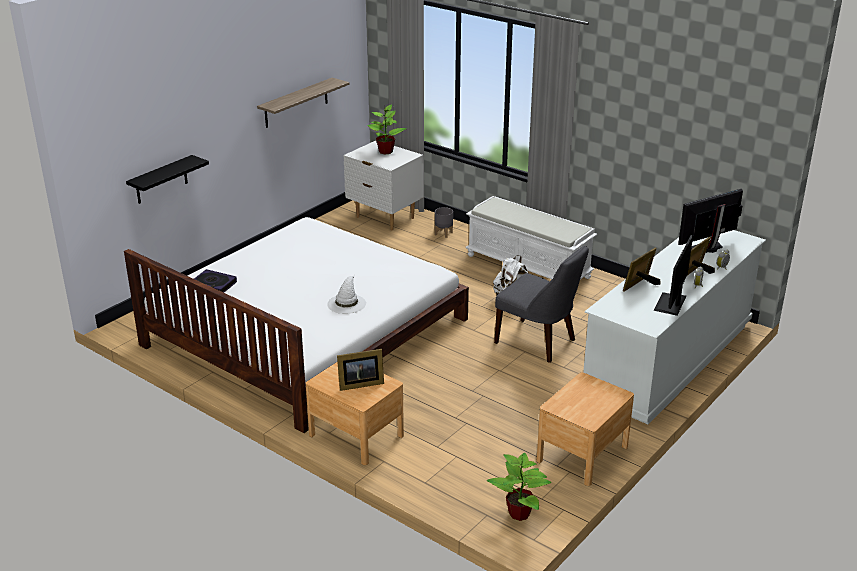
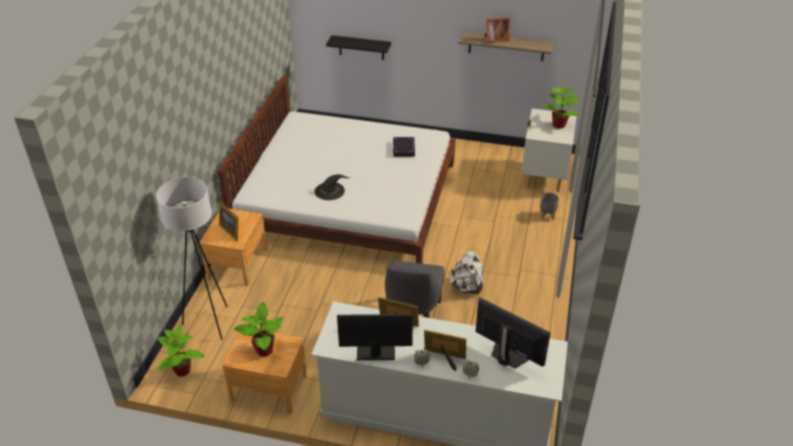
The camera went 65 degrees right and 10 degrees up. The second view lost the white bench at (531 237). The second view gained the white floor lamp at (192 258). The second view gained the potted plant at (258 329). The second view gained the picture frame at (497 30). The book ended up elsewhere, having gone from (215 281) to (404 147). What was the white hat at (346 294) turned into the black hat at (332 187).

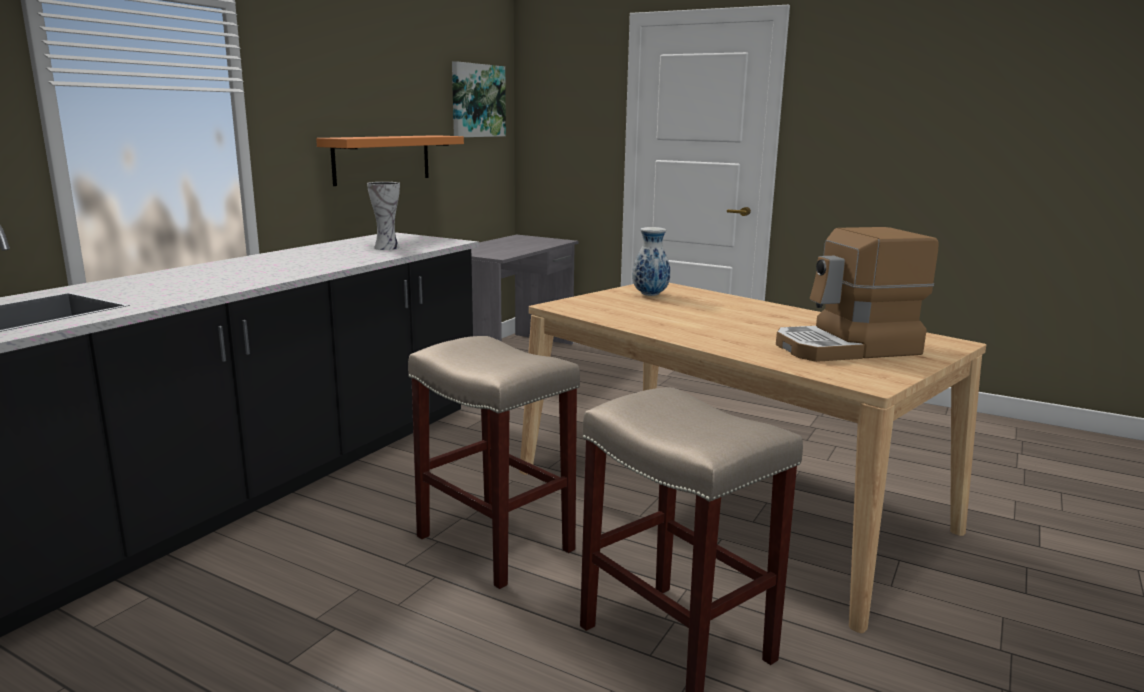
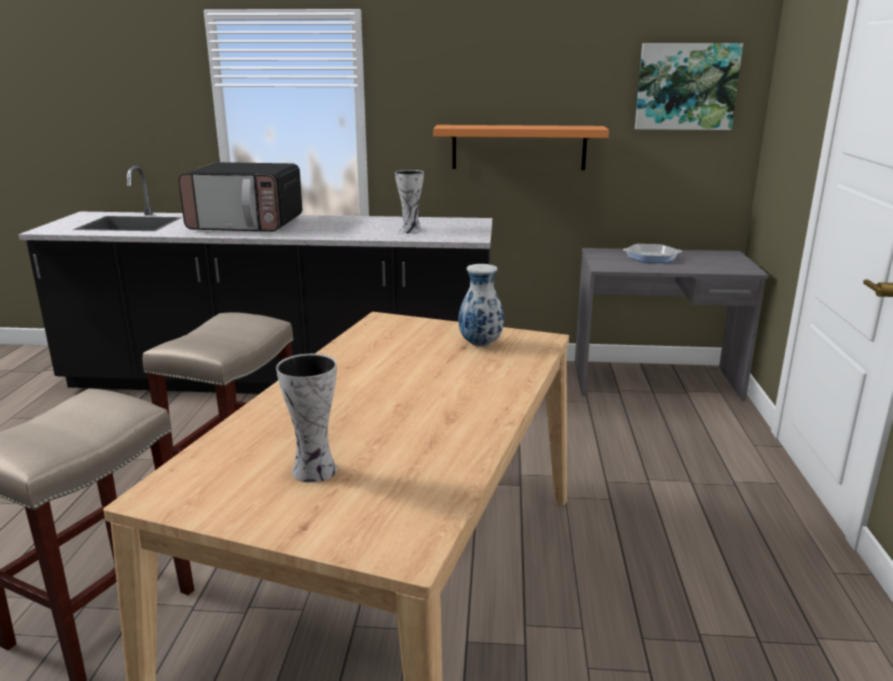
The camera went 65 degrees right and 5 degrees up. The second view gained the microwave at (240 197). The second view gained the frying pan at (652 253). Where the coffee machine stood at (857 294), the vase came to stand at (306 418).

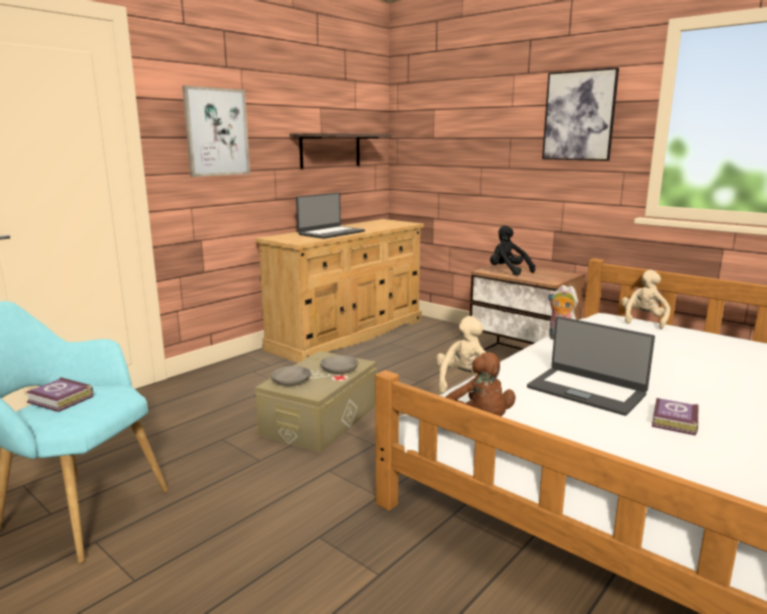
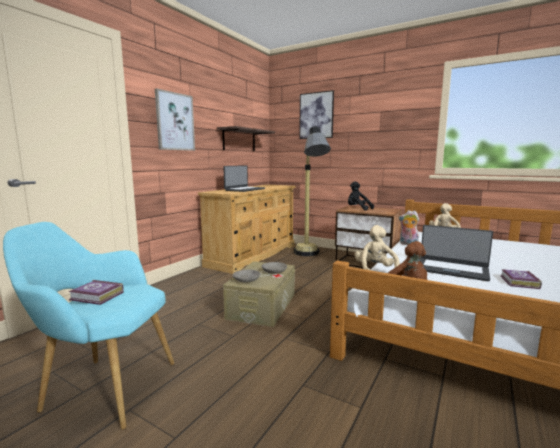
The camera went 10 degrees left and 5 degrees down. The second view gained the floor lamp at (312 191). The picture ended up elsewhere, having gone from (580 114) to (316 114).

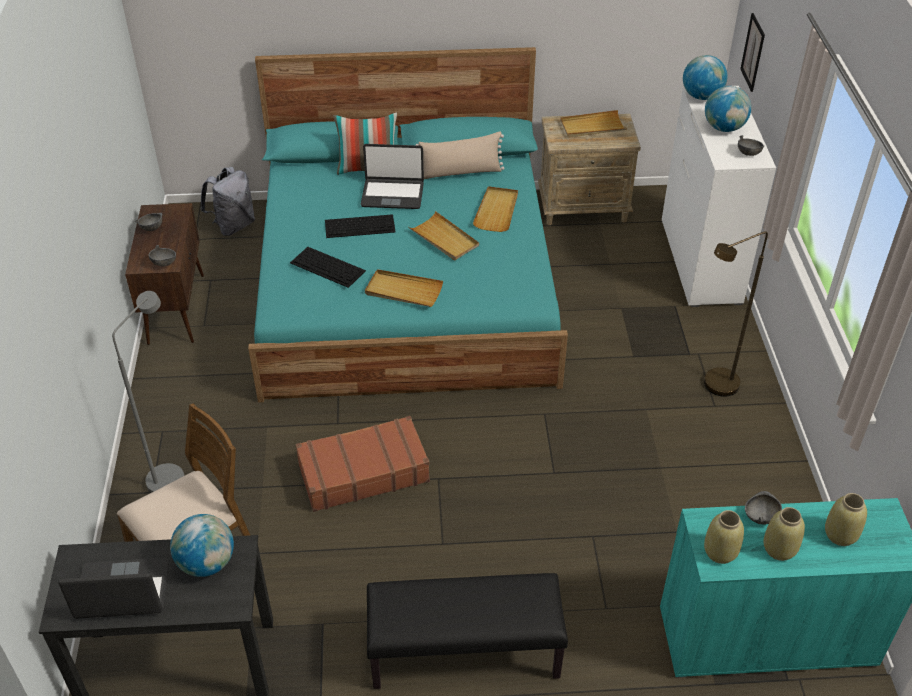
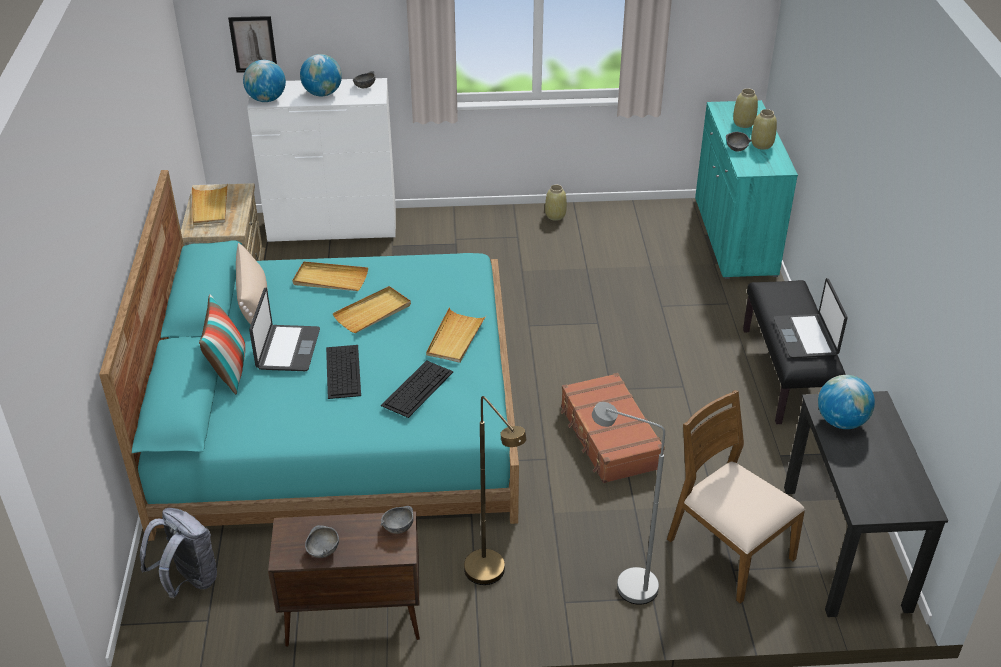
The camera went 90 degrees left and 5 degrees down. The laptop ended up elsewhere, having gone from (113 588) to (811 318). The brown floor lamp ended up elsewhere, having gone from (736 314) to (495 490). The beige vase ended up elsewhere, having gone from (724 537) to (556 203).

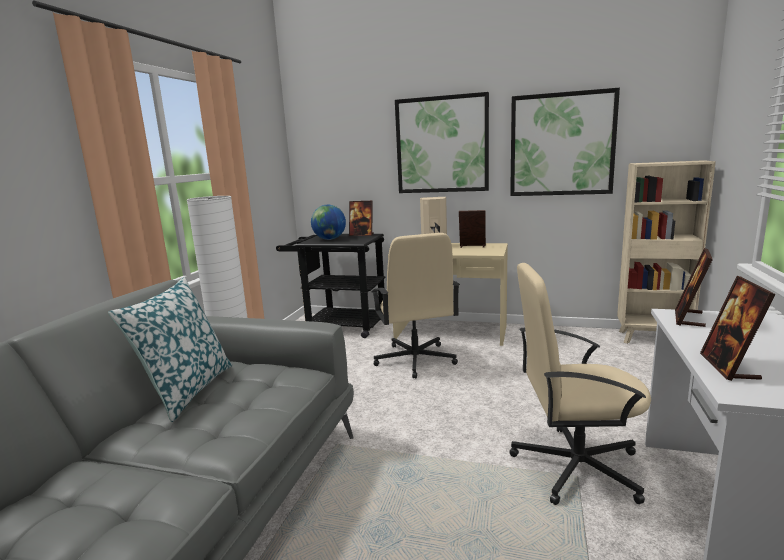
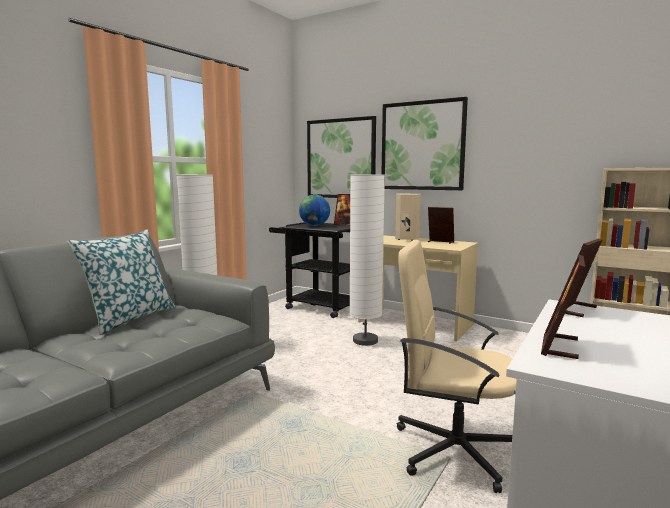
The camera went 15 degrees right and 5 degrees down. The picture ended up elsewhere, having gone from (565 142) to (341 157). Where the beige office chair stood at (416 306), the white floor lamp came to stand at (367 260).

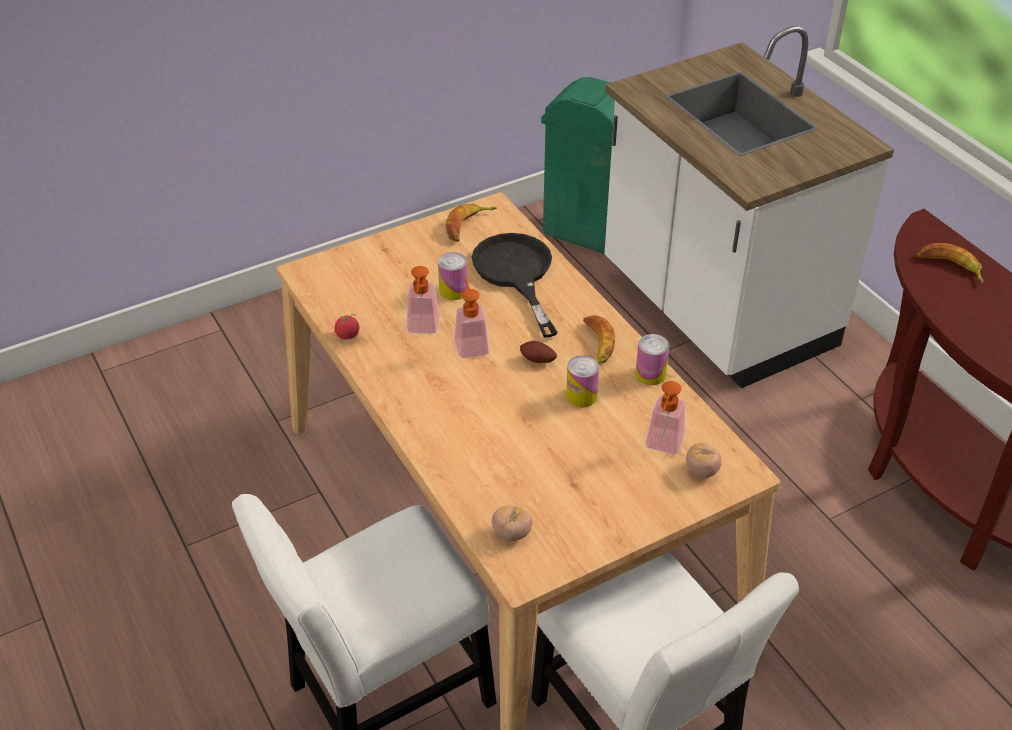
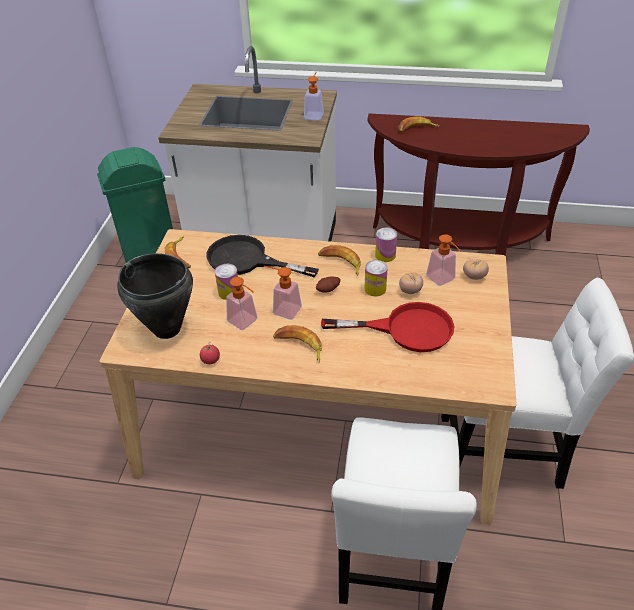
The camera went 50 degrees left and 0 degrees up. The second view gained the black cooking pot at (155 296). The second view gained the banana at (297 343). The second view gained the soap dispenser at (314 96). The second view gained the red frying pan at (387 327). The tomato ended up elsewhere, having gone from (512 523) to (411 283).

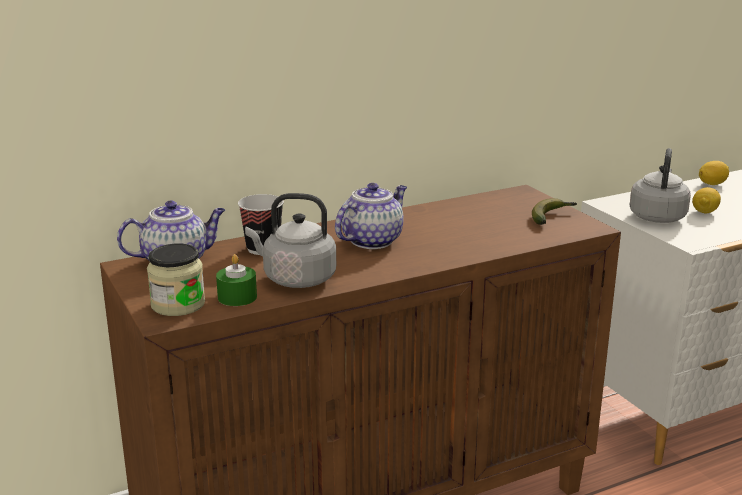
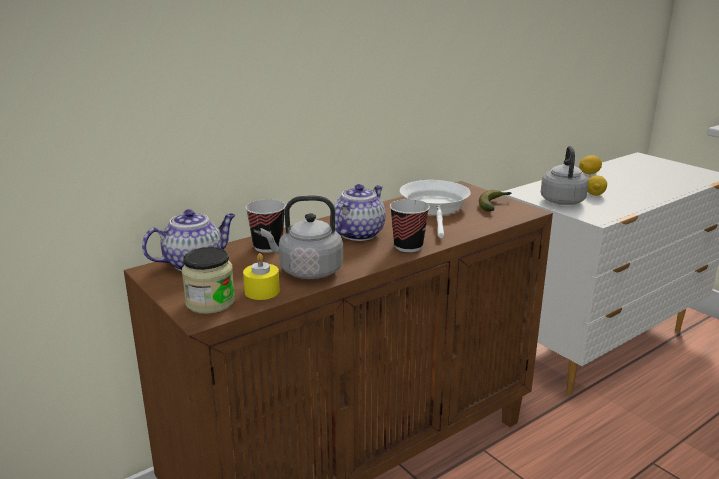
The camera went 10 degrees left and 0 degrees up. The second view gained the cup at (410 225). The second view gained the white frying pan at (435 209). What was the green candle at (236 280) turned into the yellow candle at (261 276).

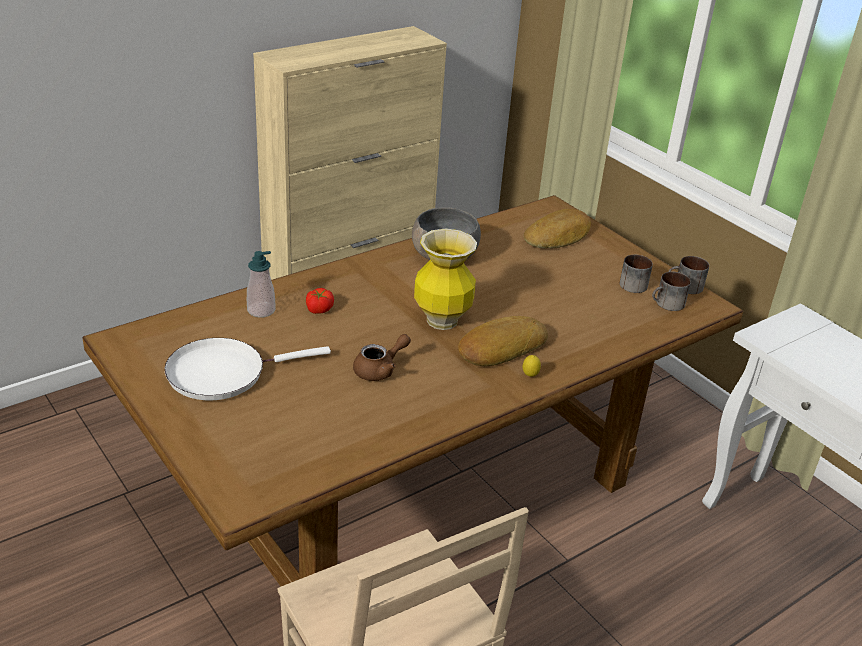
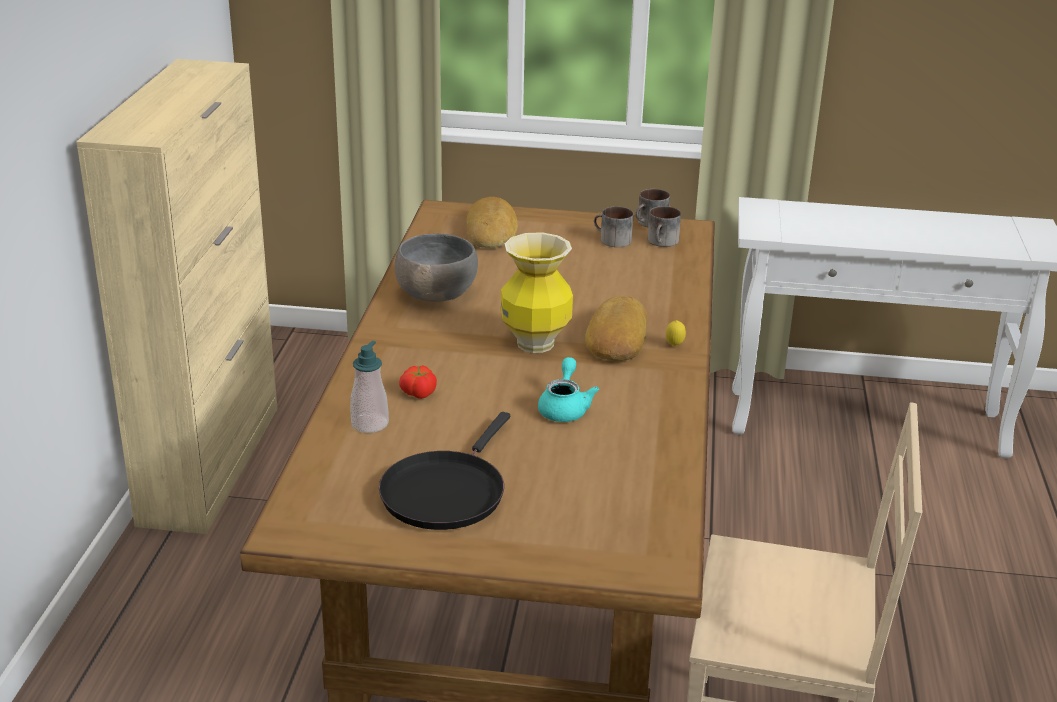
The camera went 45 degrees left and 5 degrees down. What was the white frying pan at (248 369) turned into the black frying pan at (444 471). What was the brown teapot at (382 357) turned into the turquoise teapot at (568 389).

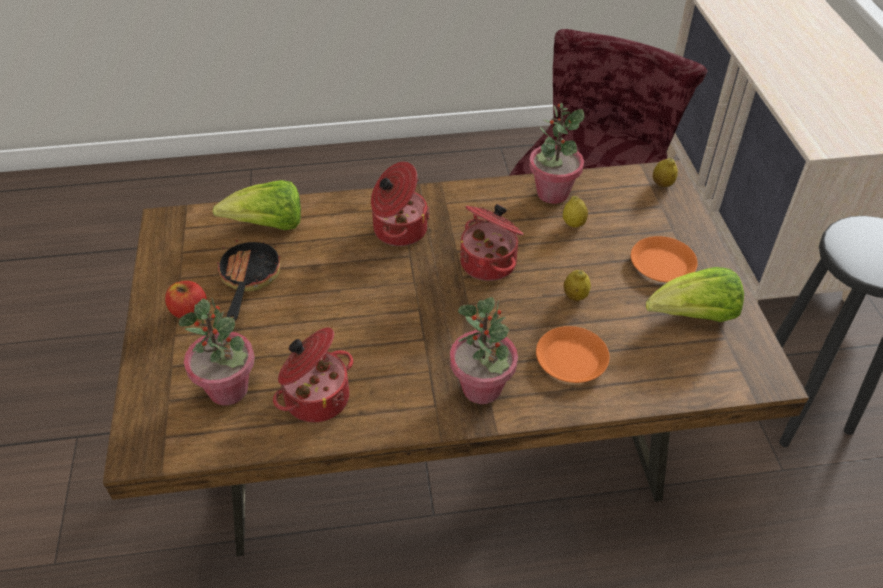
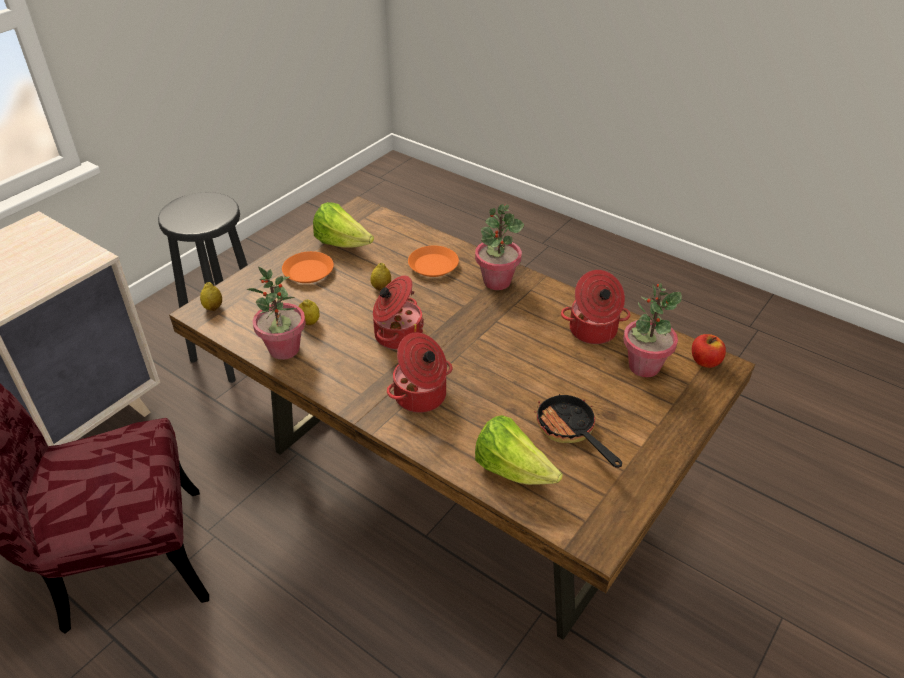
The camera went 135 degrees left and 5 degrees down. The apple ended up elsewhere, having gone from (186 299) to (709 351). The frying pan at (249 280) ended up facing another way, 105 degrees clockwise from before.

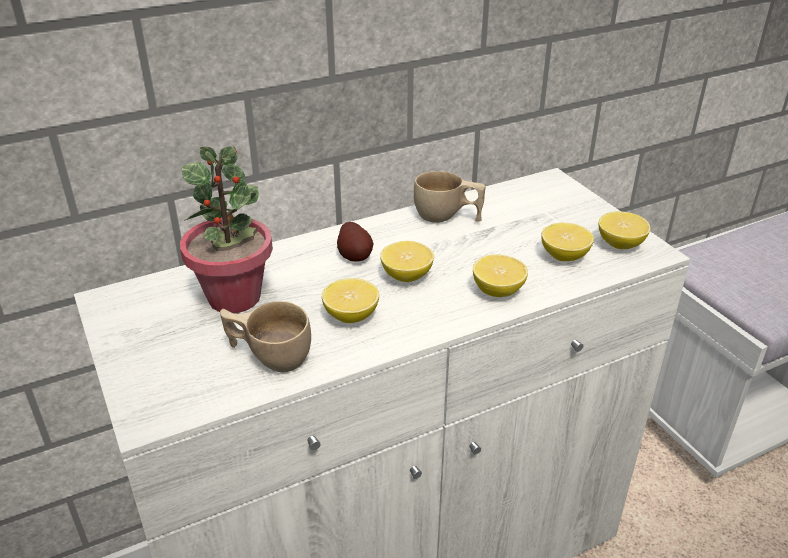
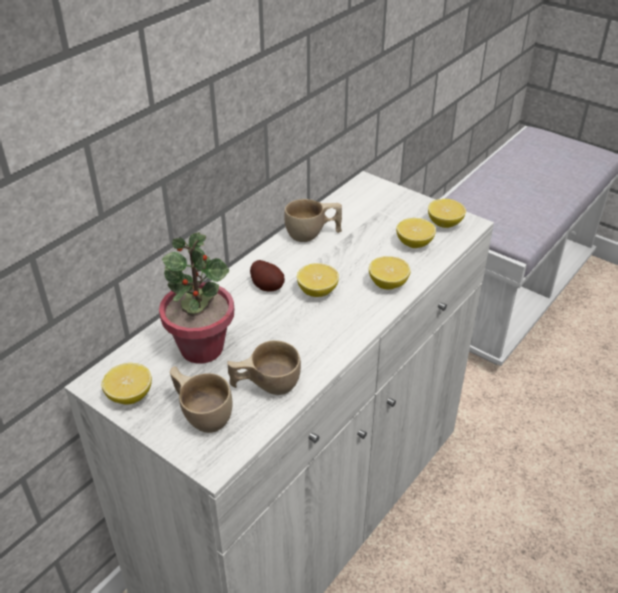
The camera went 25 degrees left and 5 degrees up. The second view gained the beige cup at (201 399). The lemon ended up elsewhere, having gone from (350 300) to (126 384).

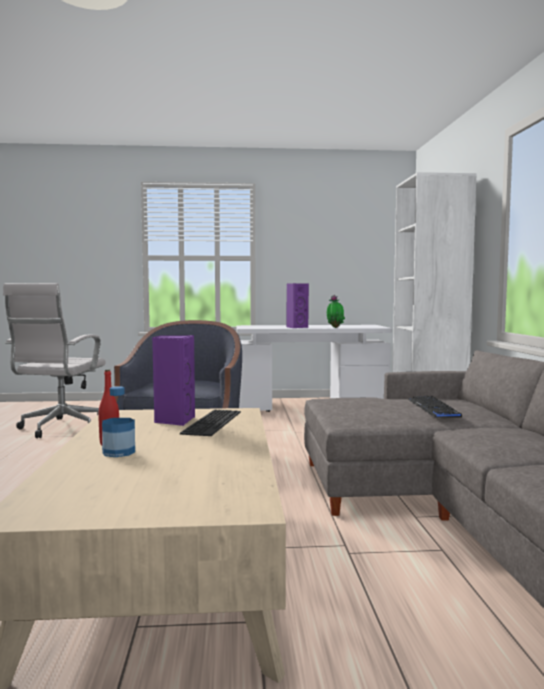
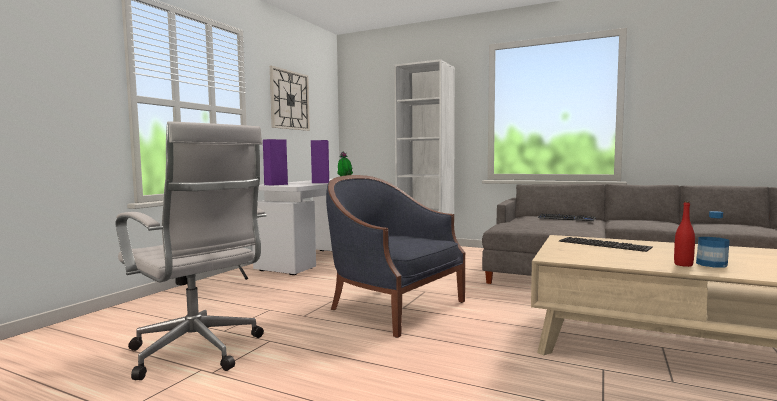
The camera went 60 degrees left and 0 degrees up. The second view gained the wall clock at (290 98). The purple speaker ended up elsewhere, having gone from (173 380) to (275 162).

